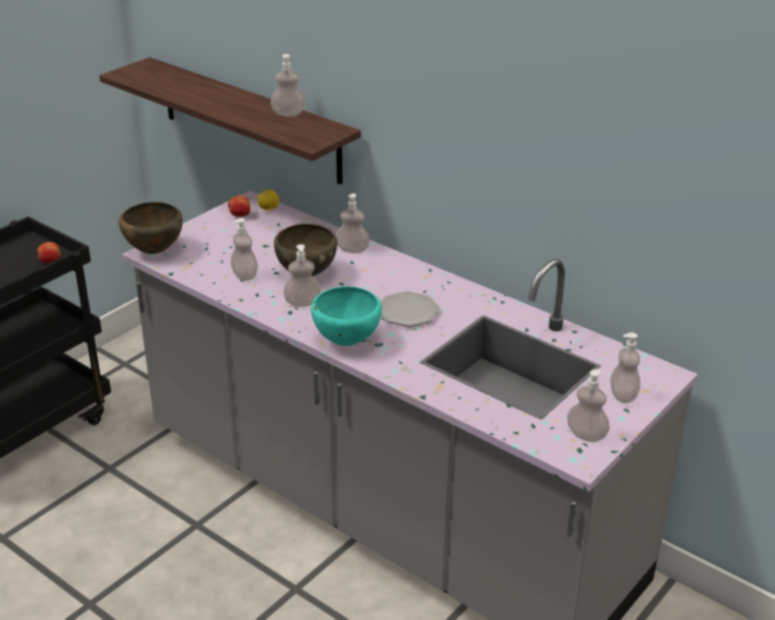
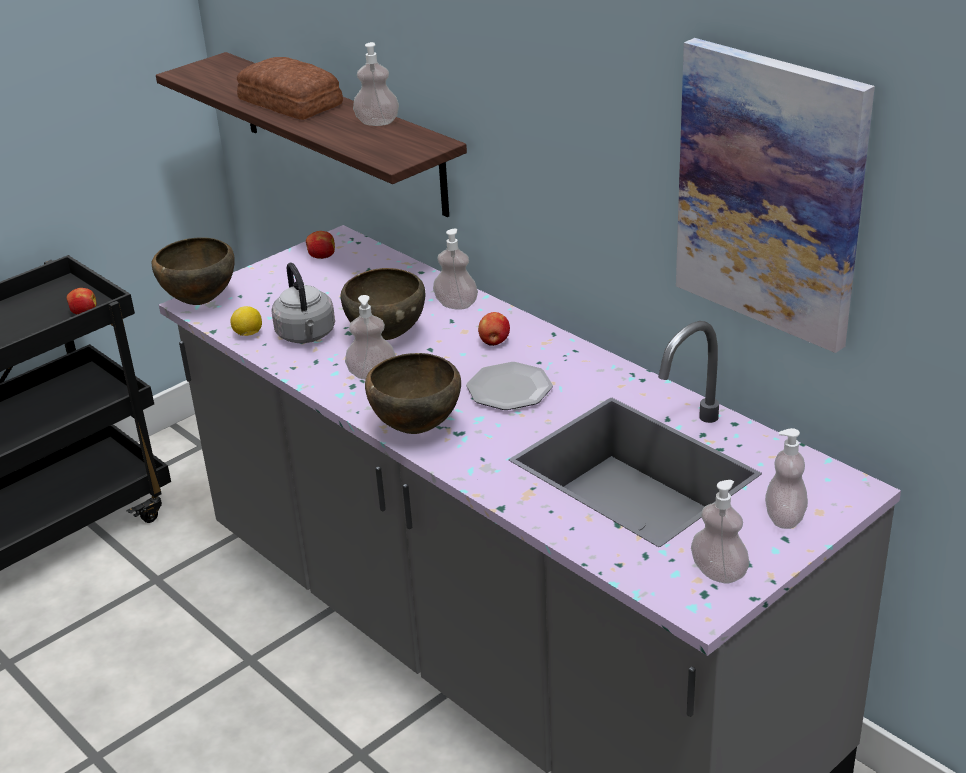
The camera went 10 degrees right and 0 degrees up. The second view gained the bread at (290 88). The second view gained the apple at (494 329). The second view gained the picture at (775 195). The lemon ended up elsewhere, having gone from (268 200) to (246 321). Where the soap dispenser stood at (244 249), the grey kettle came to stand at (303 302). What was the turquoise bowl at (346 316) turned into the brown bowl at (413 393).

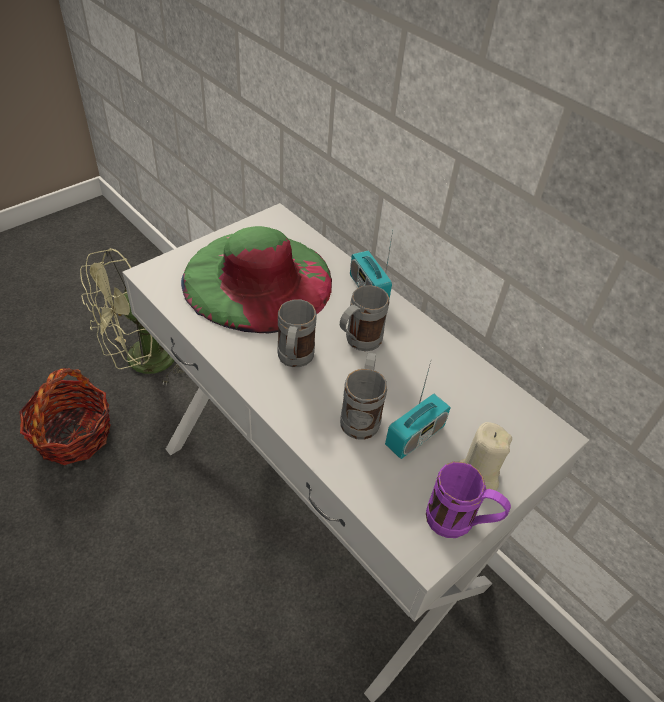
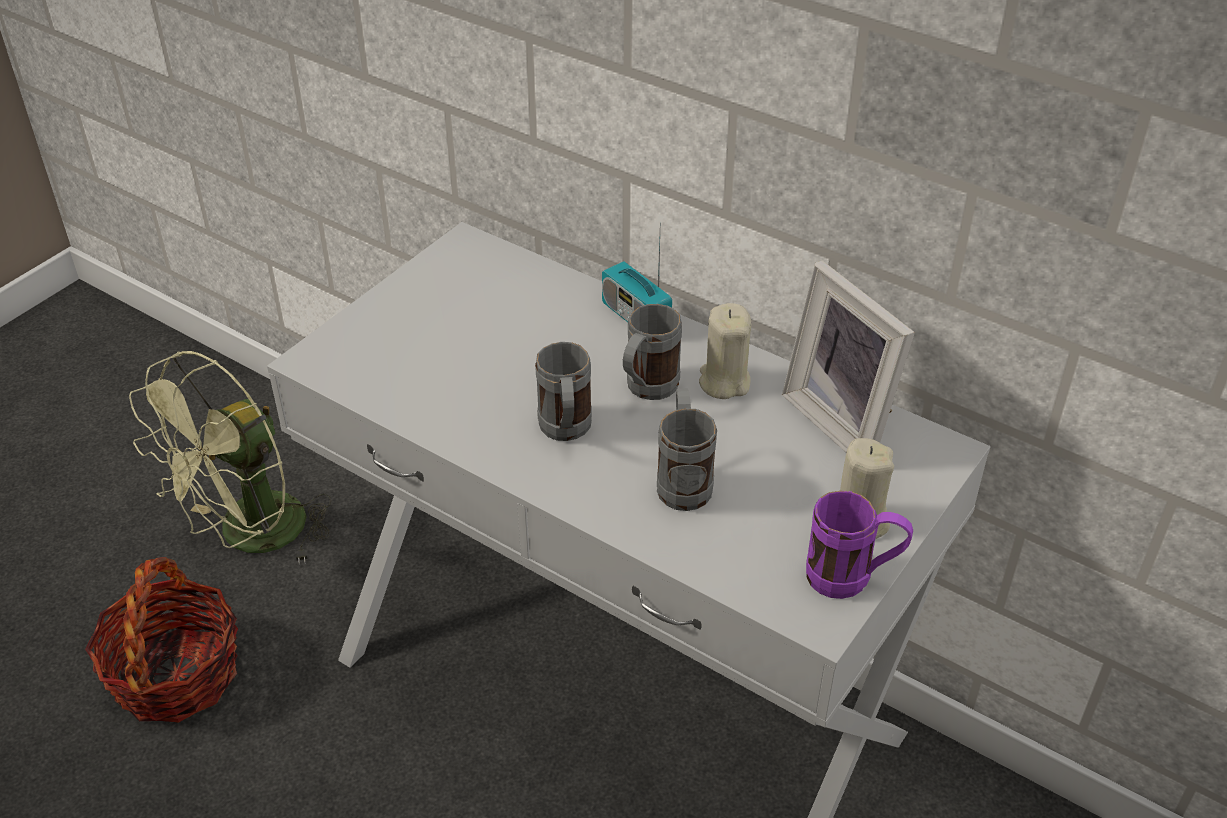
The camera went 10 degrees left and 5 degrees down. The second view lost the green hat at (256 280). The second view lost the radio at (418 409). The second view gained the beige candle at (725 351). The second view gained the picture frame at (848 356).

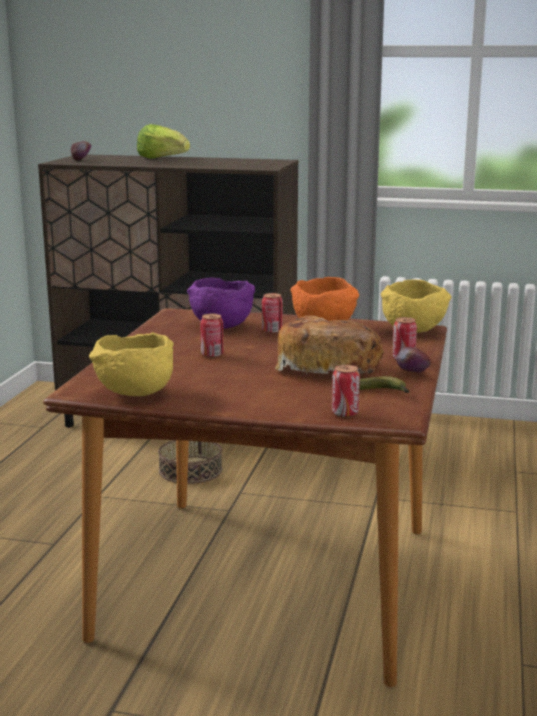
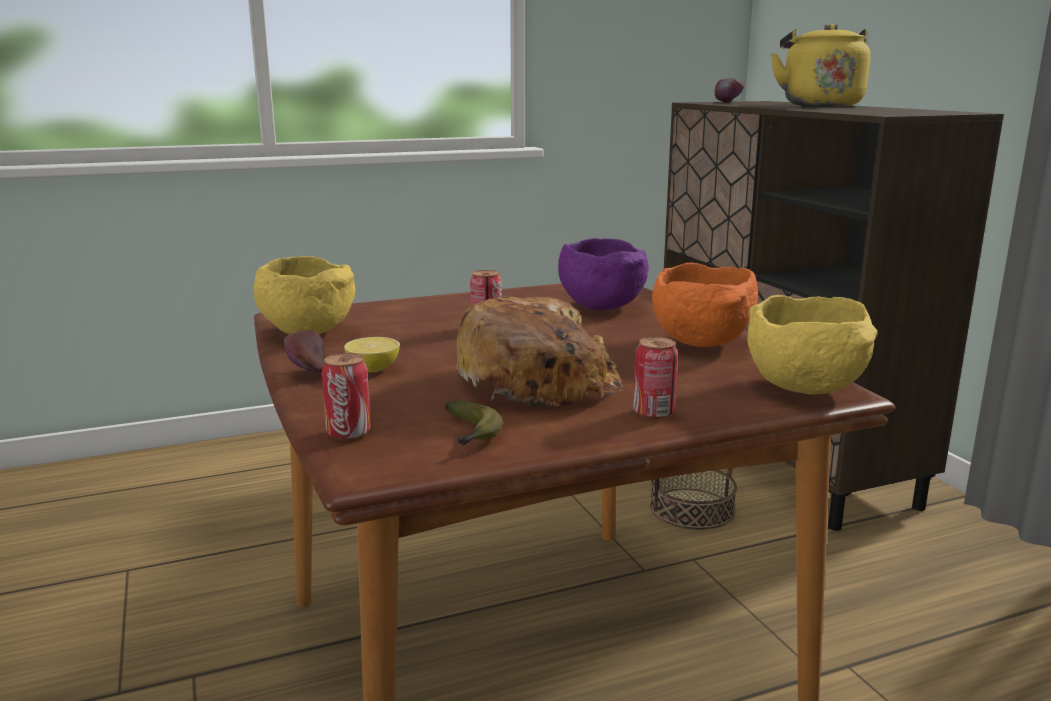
The camera went 55 degrees right and 0 degrees up. The second view lost the can at (272 313). The second view gained the lemon at (372 355). The apple ended up elsewhere, having gone from (413 360) to (305 353). Where the lettuce stood at (163 141), the yellow kettle came to stand at (820 65).

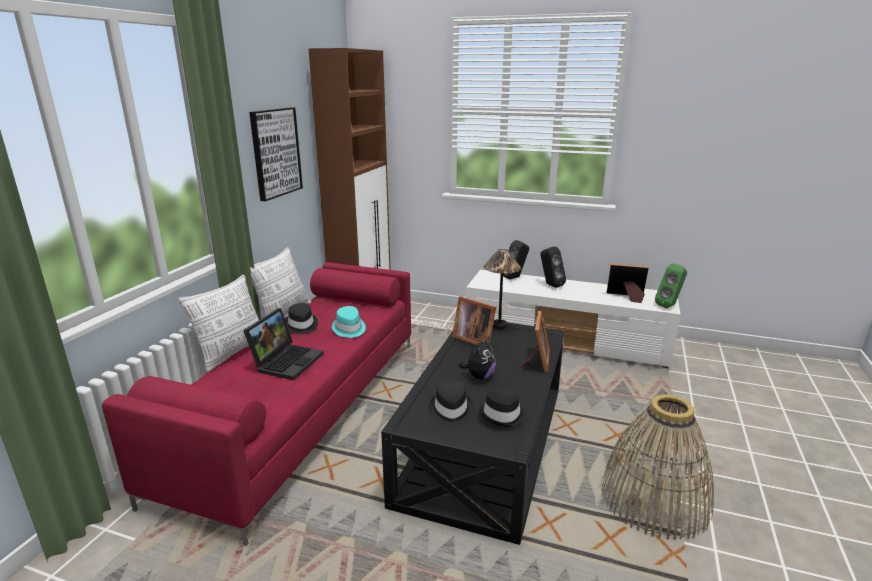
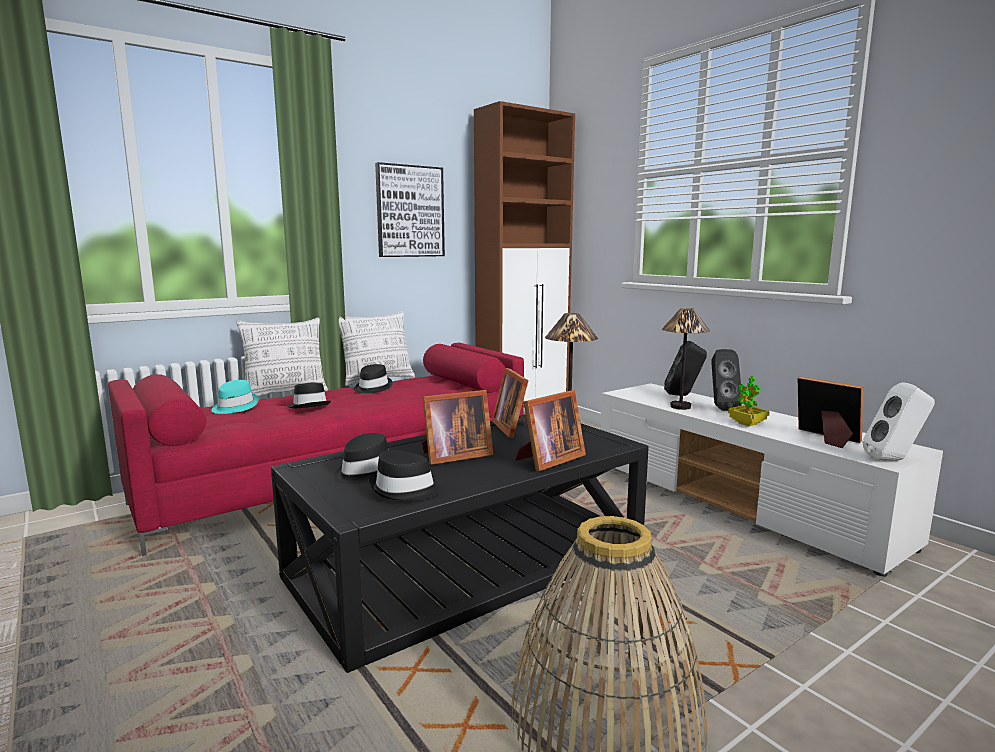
The camera went 35 degrees right and 10 degrees down. The second view gained the table lamp at (686 359). The second view gained the potted plant at (749 401). The turquoise hat ended up elsewhere, having gone from (349 322) to (235 397). Where the laptop stood at (283 344), the black hat came to stand at (309 395). Where the plush toy stood at (477 358), the picture frame came to stand at (458 427). What was the green speaker at (671 285) turned into the white speaker at (898 421).

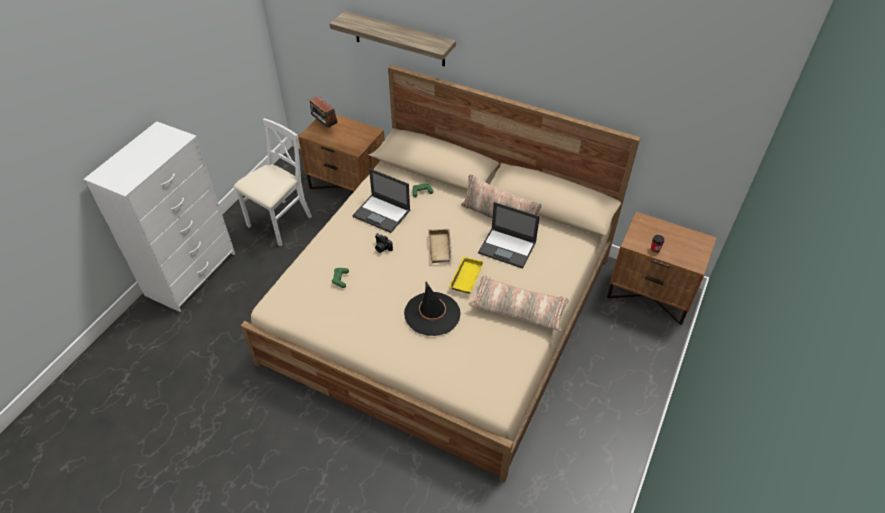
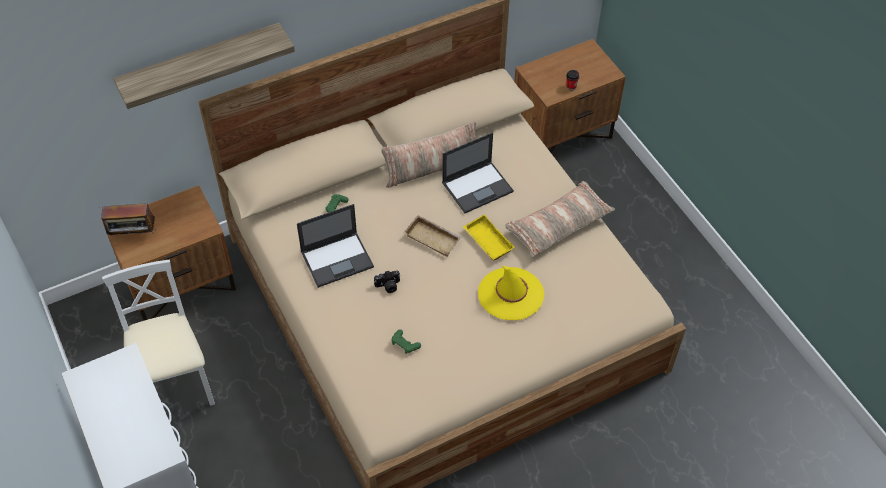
The camera went 55 degrees left and 5 degrees up. What was the black hat at (432 309) turned into the yellow hat at (511 292).

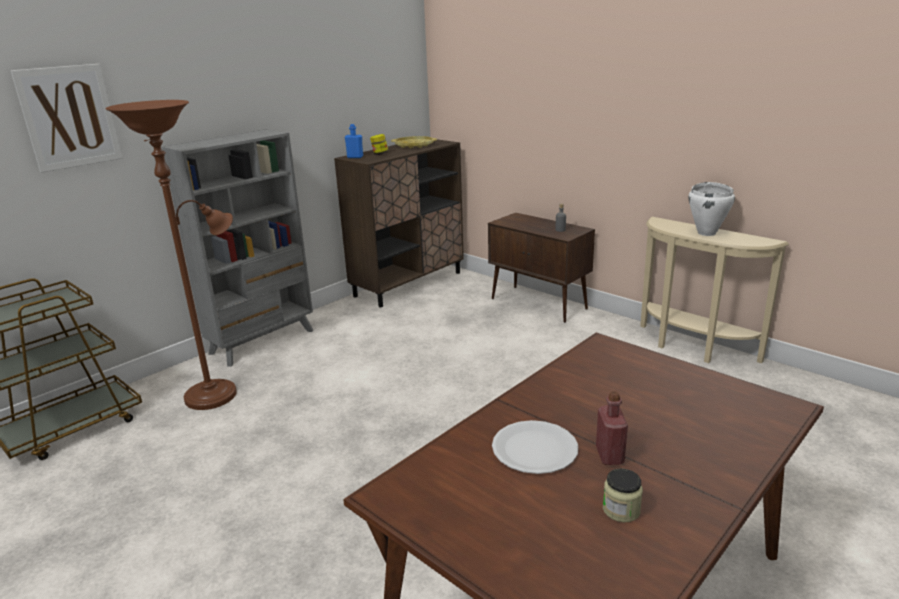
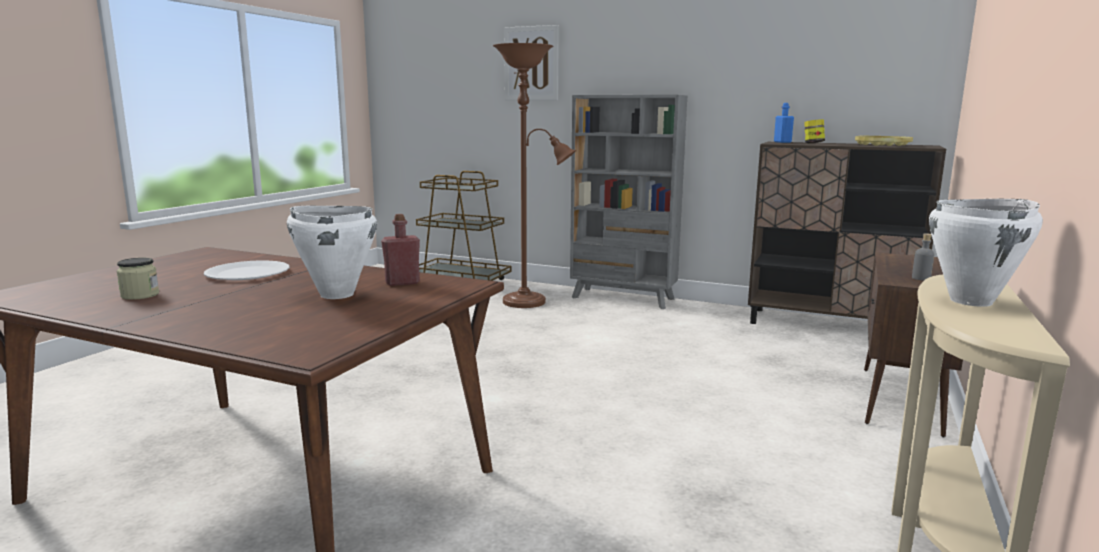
The camera went 70 degrees right and 10 degrees down. The second view gained the white cooking pot at (332 252). The red bottle ended up elsewhere, having gone from (612 428) to (400 250).

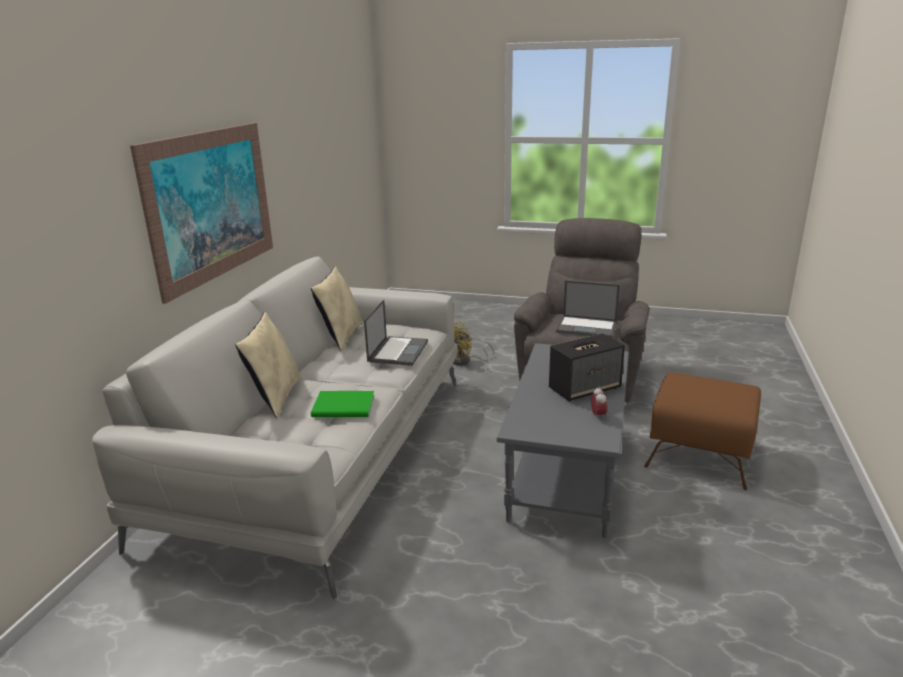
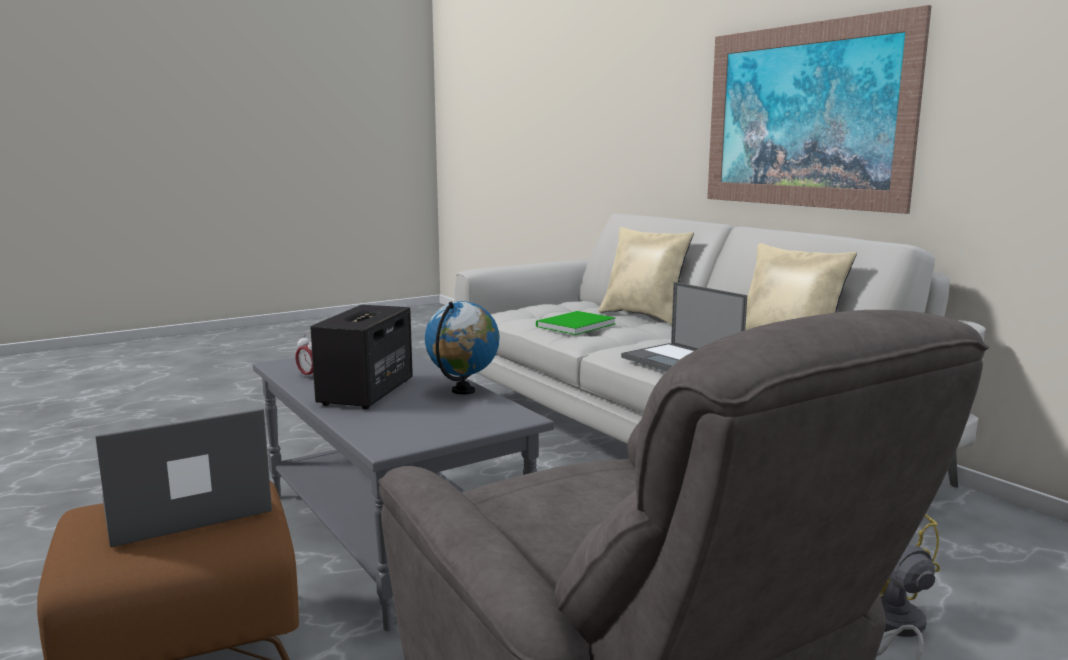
The camera went 130 degrees right and 10 degrees down. The second view gained the globe at (462 348). The laptop ended up elsewhere, having gone from (588 309) to (183 478).

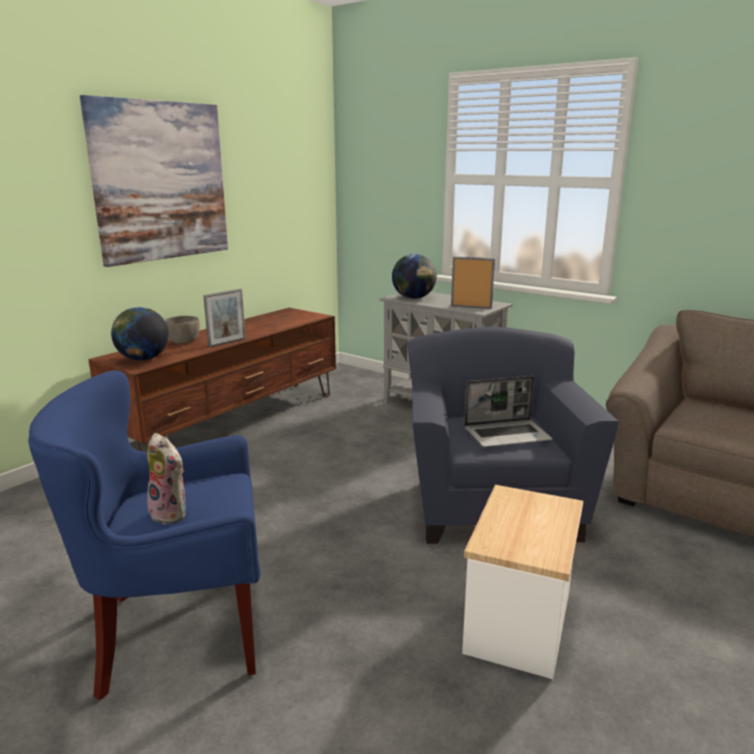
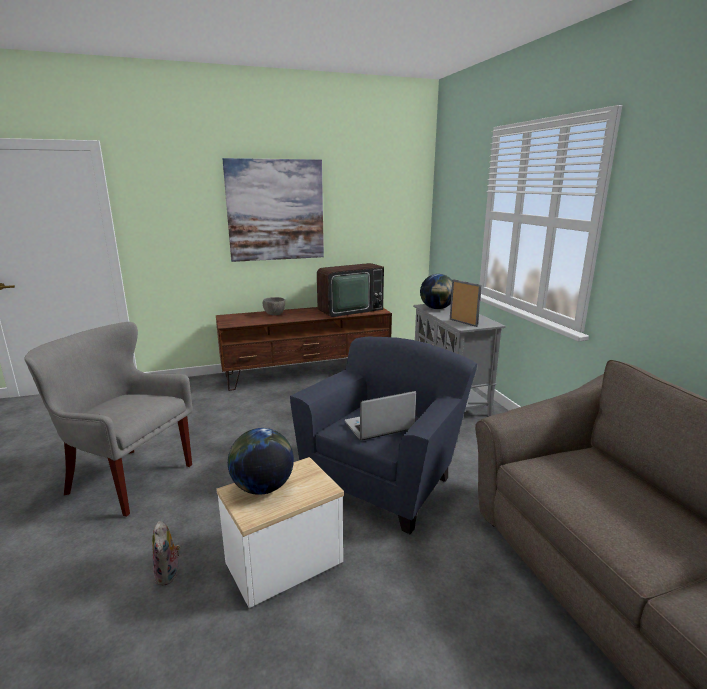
The camera went 35 degrees right and 0 degrees up. The second view lost the picture frame at (224 318). The second view gained the television at (350 290). The globe ended up elsewhere, having gone from (140 334) to (261 461). The plush toy ended up elsewhere, having gone from (166 479) to (166 552). What was the blue armchair at (144 535) turned into the grey armchair at (109 419). The laptop at (508 411) ended up facing another way, 135 degrees clockwise from before.

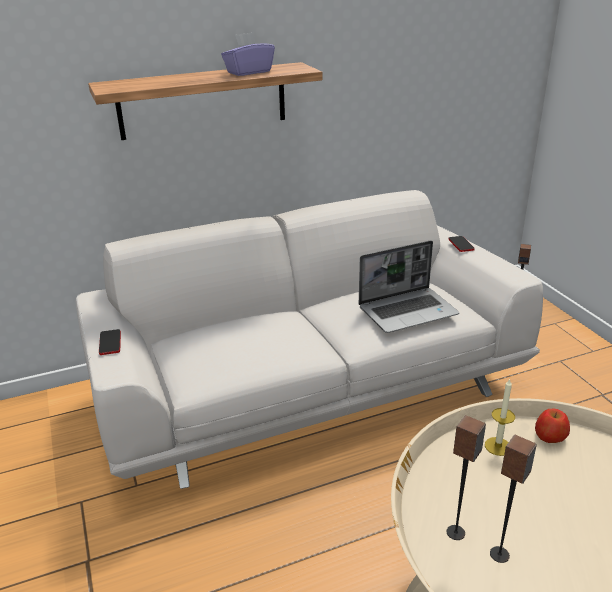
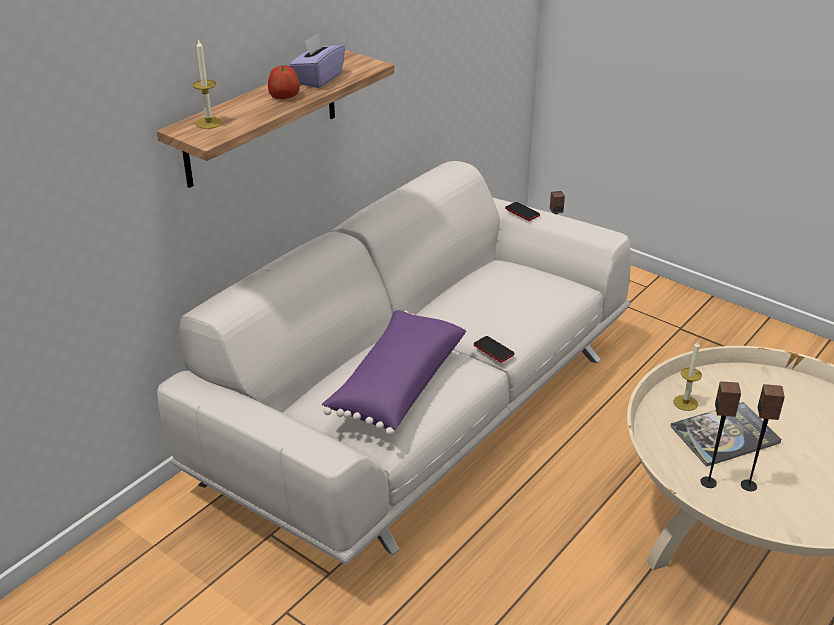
The camera went 30 degrees left and 5 degrees up. The second view lost the laptop at (409 286). The second view gained the candle at (208 84). The second view gained the purple pillow at (394 372). The second view gained the book at (726 434). The phone ended up elsewhere, having gone from (110 342) to (494 349). The apple ended up elsewhere, having gone from (552 426) to (284 82).

